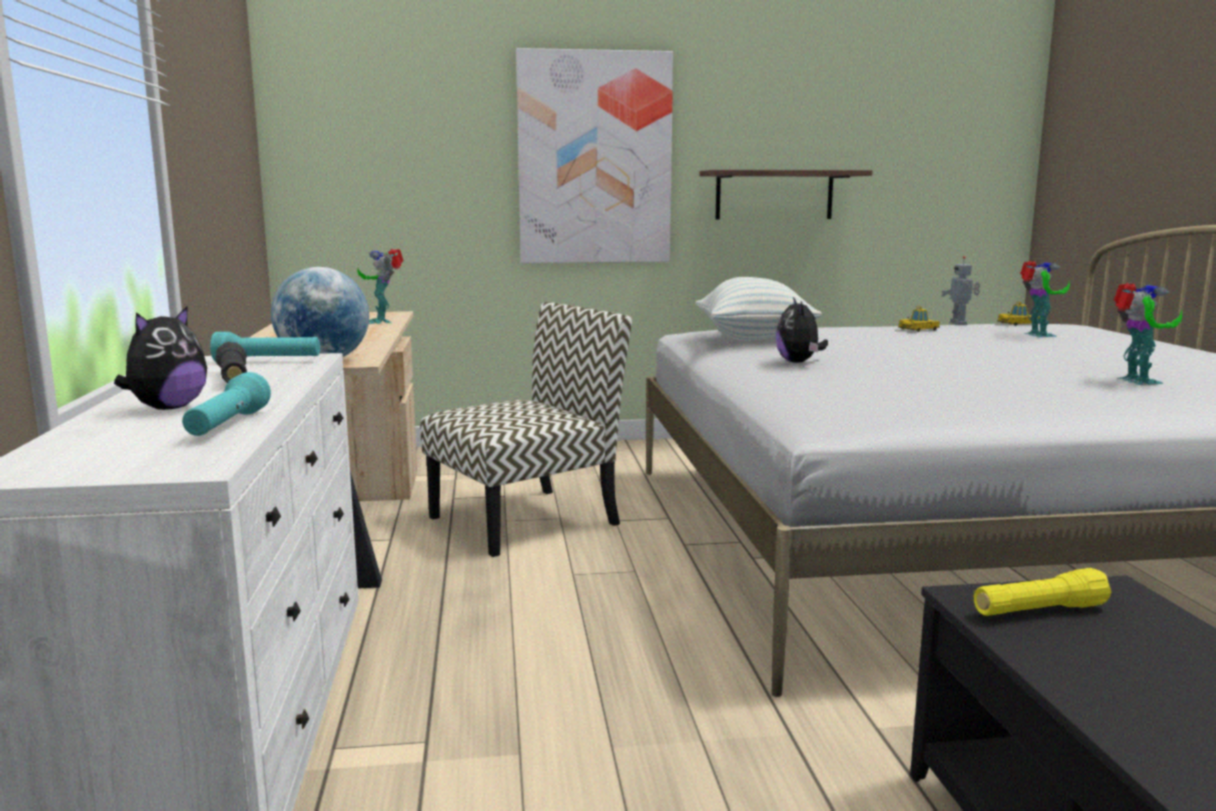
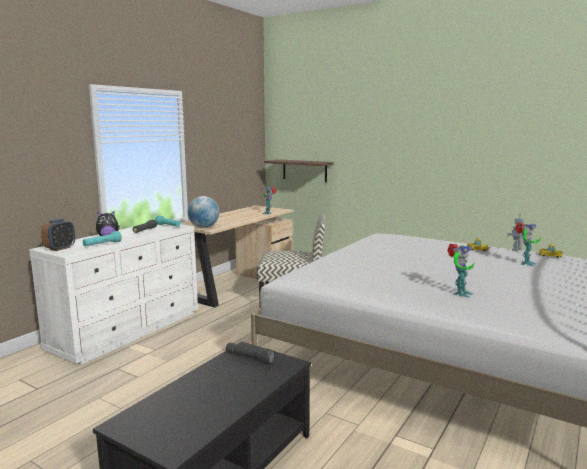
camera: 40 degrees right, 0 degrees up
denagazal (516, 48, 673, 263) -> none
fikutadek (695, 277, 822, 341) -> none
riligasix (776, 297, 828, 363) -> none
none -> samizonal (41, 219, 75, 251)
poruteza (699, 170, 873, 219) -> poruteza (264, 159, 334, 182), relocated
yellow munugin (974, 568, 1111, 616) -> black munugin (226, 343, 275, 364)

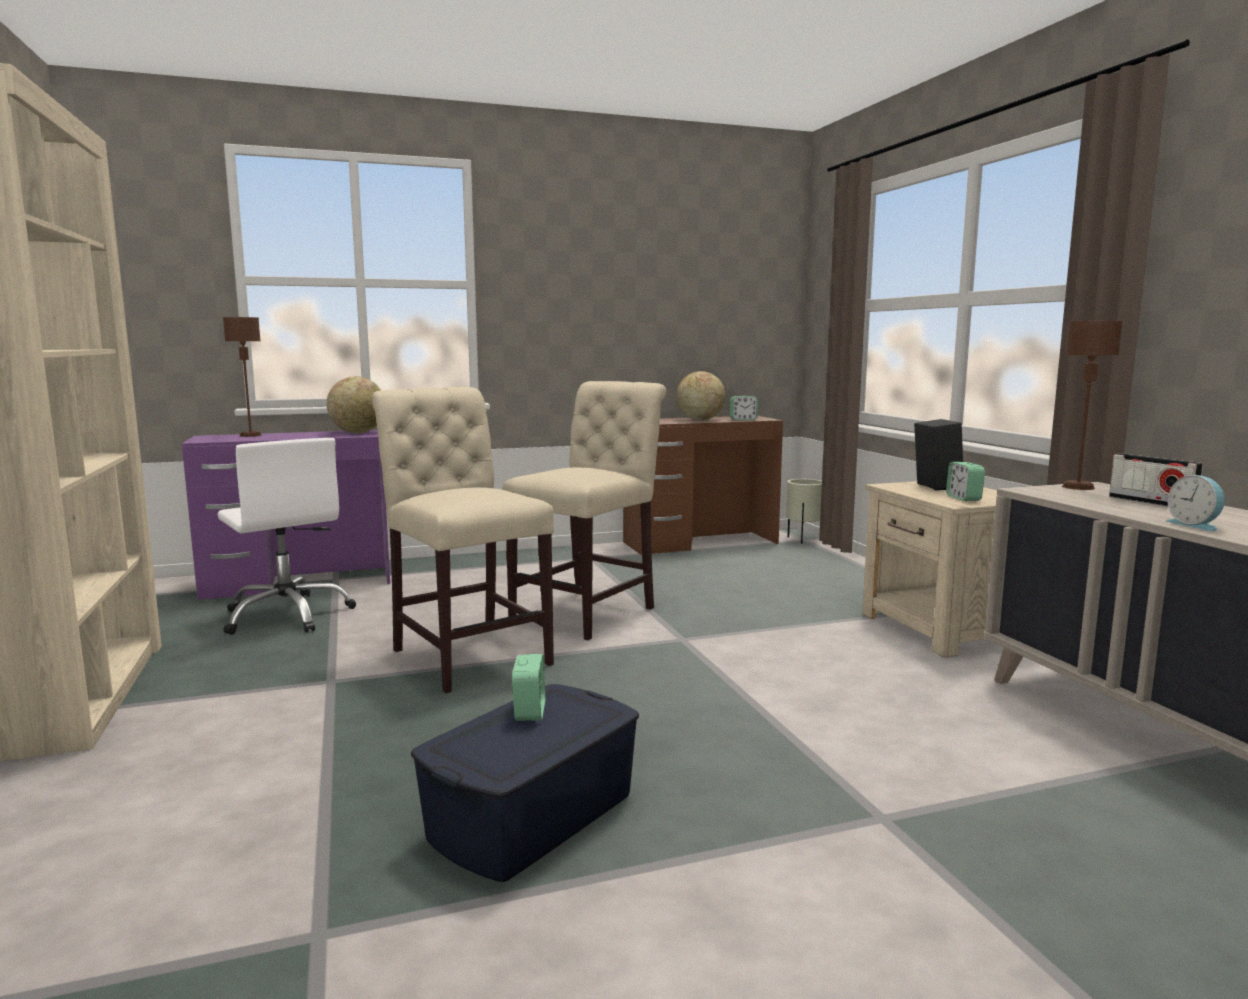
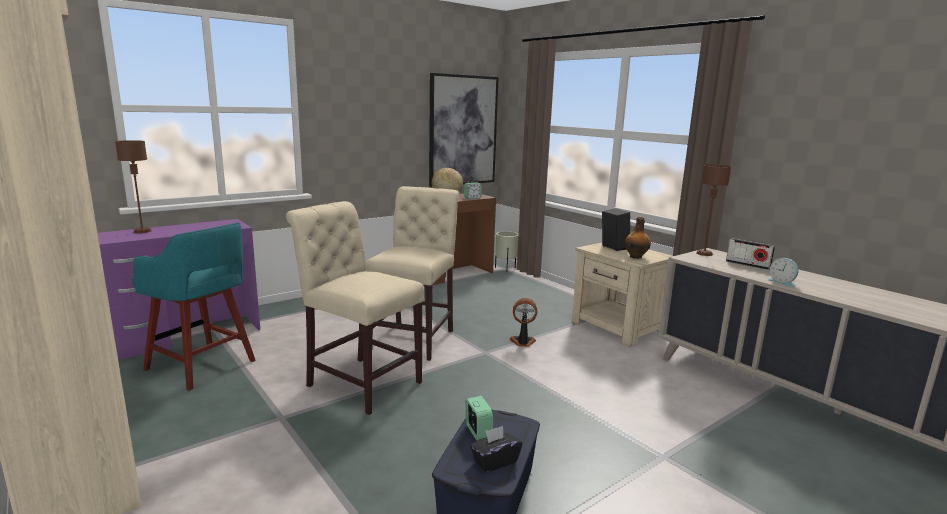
camera: 20 degrees left, 5 degrees up
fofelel (326, 376, 381, 433) -> none
none -> denagazal (429, 73, 499, 187)
none -> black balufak (470, 426, 522, 472)
none -> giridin (510, 298, 537, 347)
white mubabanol (218, 438, 356, 635) -> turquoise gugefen (132, 223, 256, 391)
samizonal (946, 462, 985, 501) -> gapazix (624, 217, 651, 259)

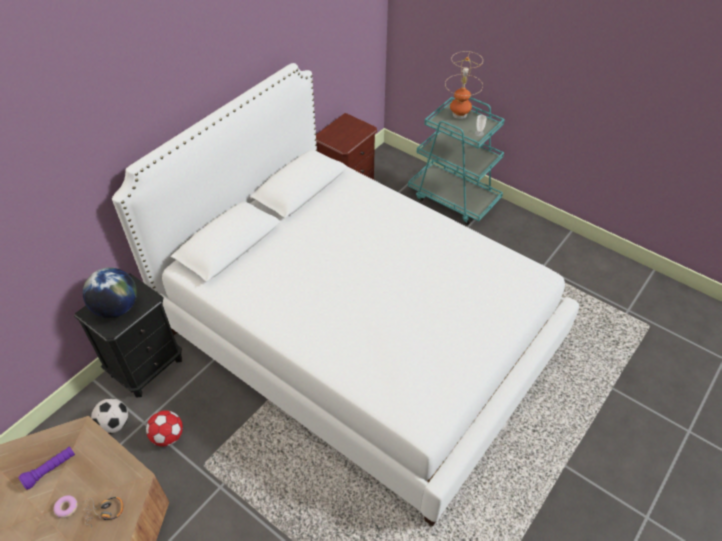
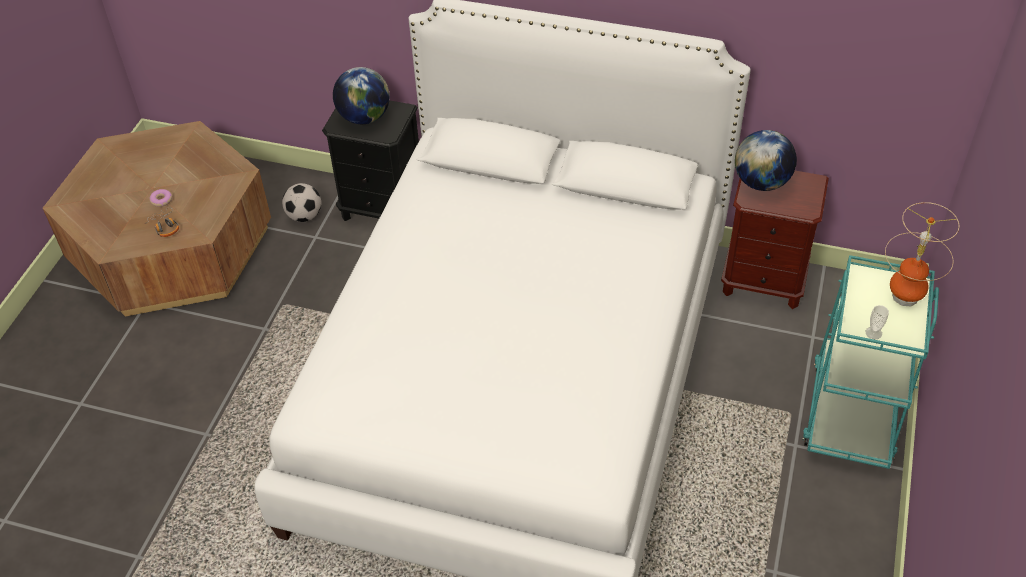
camera: 70 degrees right, 0 degrees up
purple munugin (18, 447, 75, 490) -> none
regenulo (146, 410, 183, 447) -> none
none -> fofelel (735, 130, 797, 191)

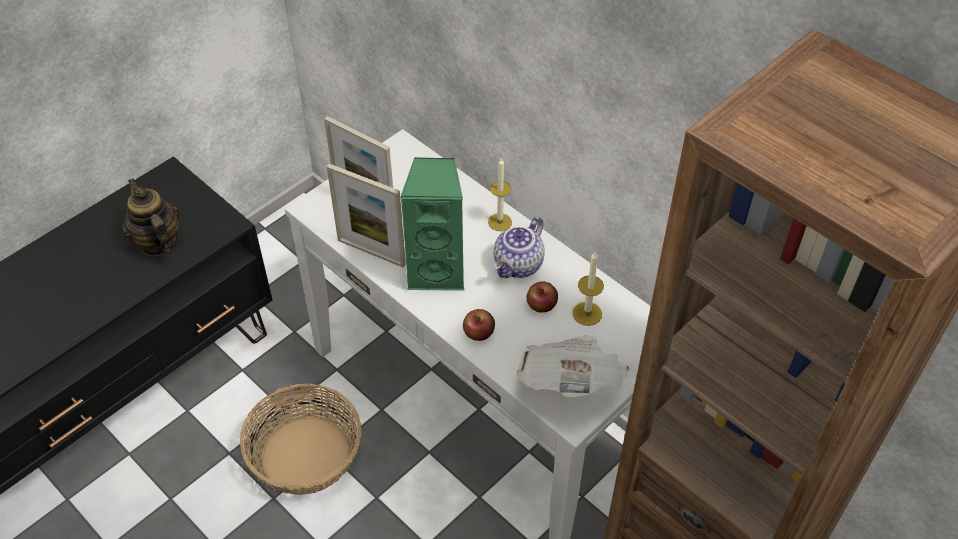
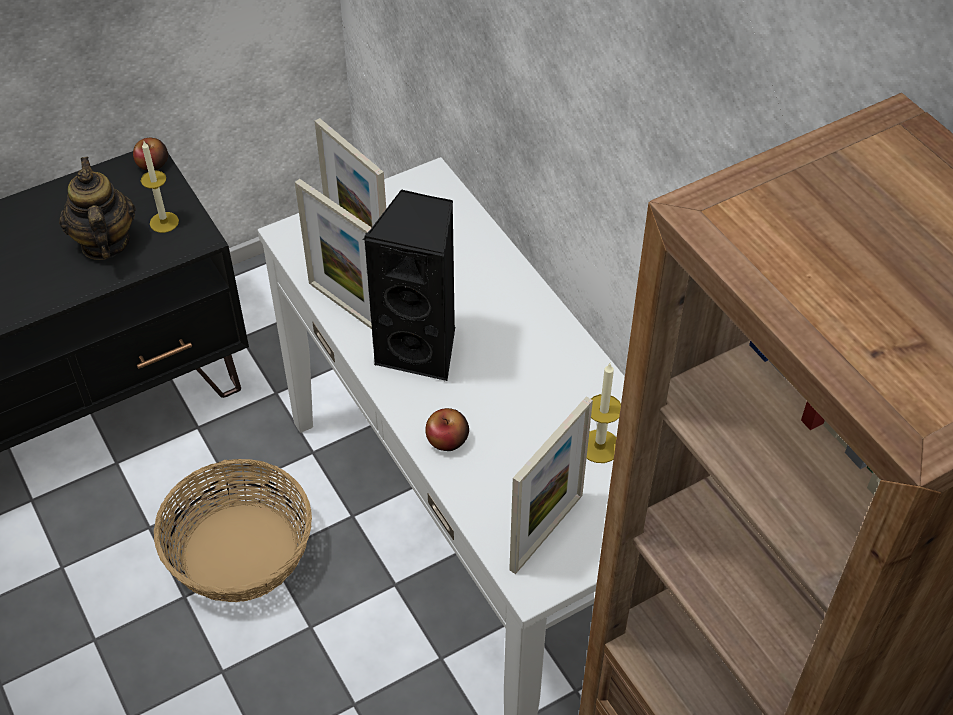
camera: 15 degrees right, 0 degrees up
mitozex (493, 216, 545, 278) -> none
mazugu (488, 158, 512, 231) -> mazugu (141, 141, 179, 233), relocated
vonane (527, 282, 558, 313) -> vonane (133, 138, 168, 171), relocated
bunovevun (516, 335, 630, 398) -> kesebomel (509, 396, 593, 574)
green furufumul (400, 157, 465, 291) -> black furufumul (363, 189, 455, 381)

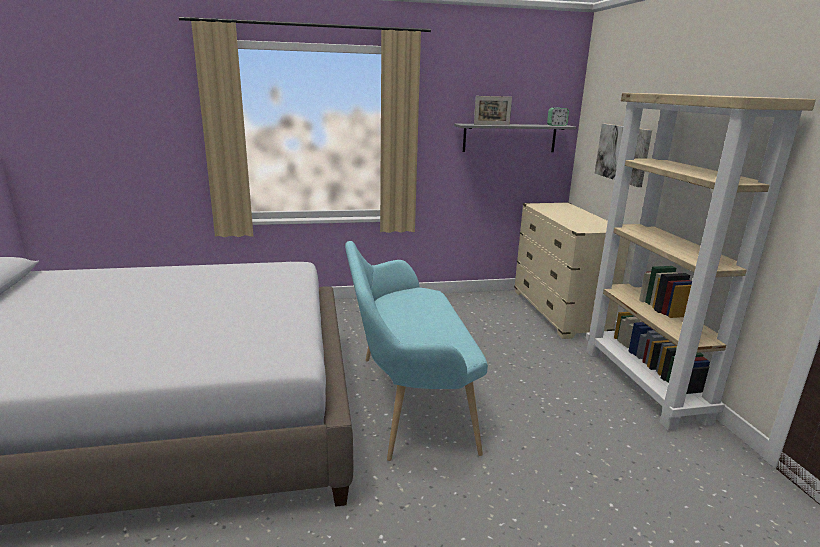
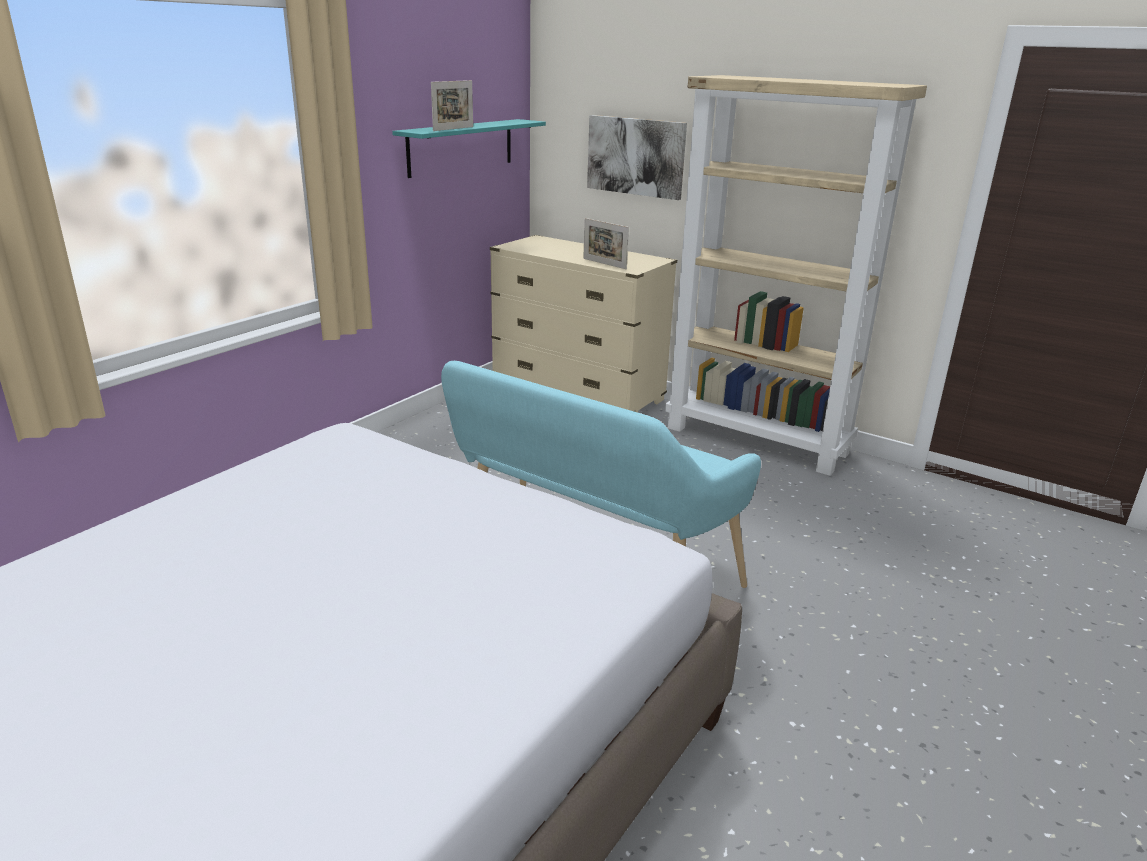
camera: 45 degrees left, 5 degrees up
samizonal (547, 108, 569, 126) -> none
none -> kesebomel (583, 218, 629, 269)
grey poruteza (454, 124, 577, 152) -> turquoise poruteza (392, 119, 546, 178)

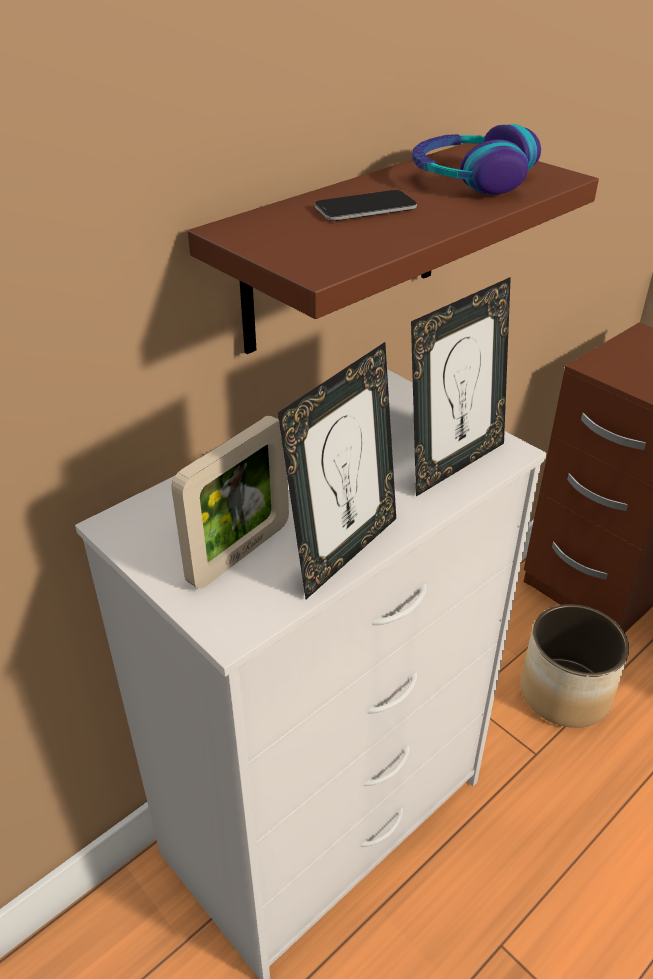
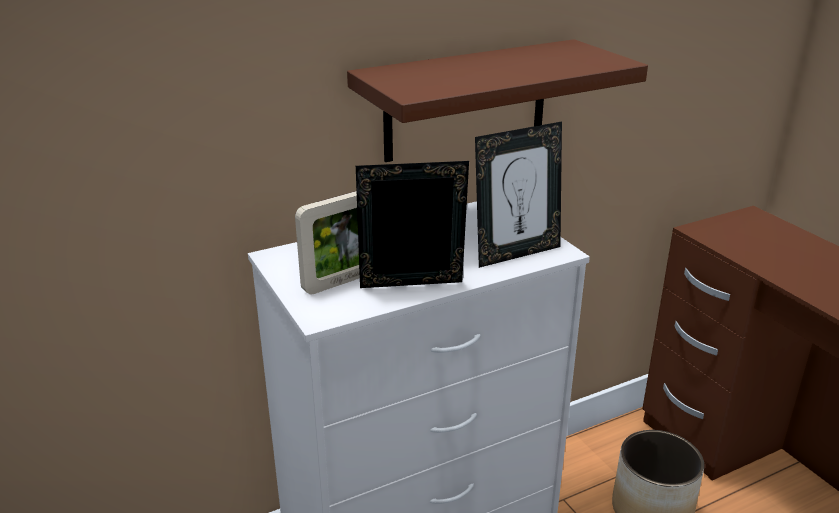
camera: 15 degrees right, 10 degrees down
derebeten (314, 190, 417, 221) -> none
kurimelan (412, 124, 541, 195) -> none
kesebomel (278, 342, 396, 599) -> kesebomel (356, 161, 469, 288), 150 degrees counterclockwise

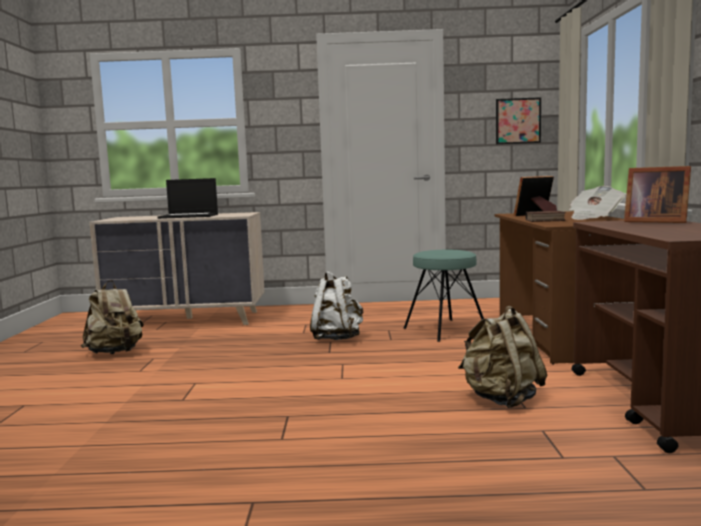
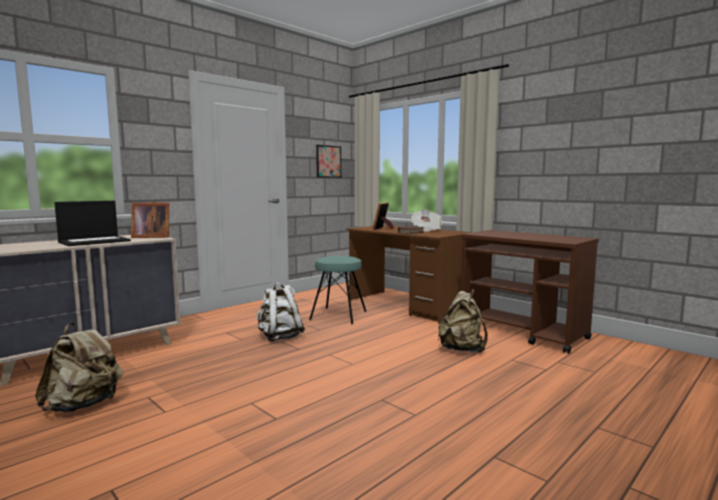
camera: 45 degrees left, 0 degrees up
kesebomel (624, 166, 691, 223) -> kesebomel (131, 203, 169, 238), relocated

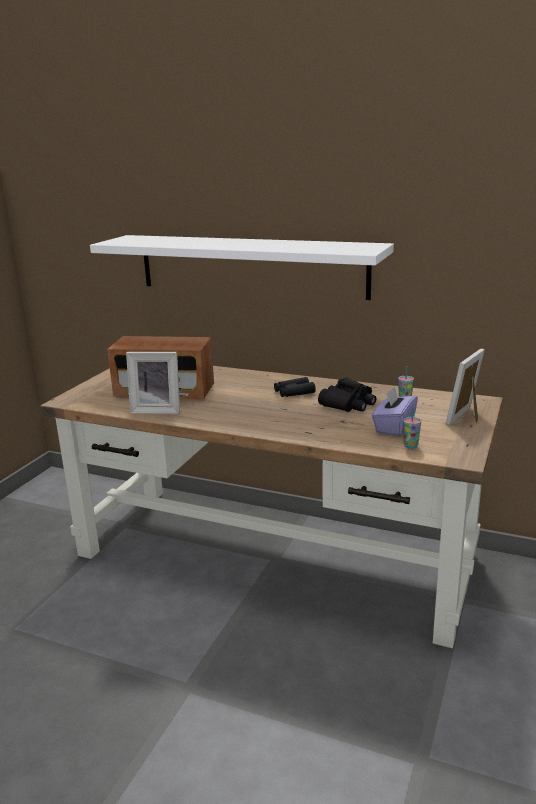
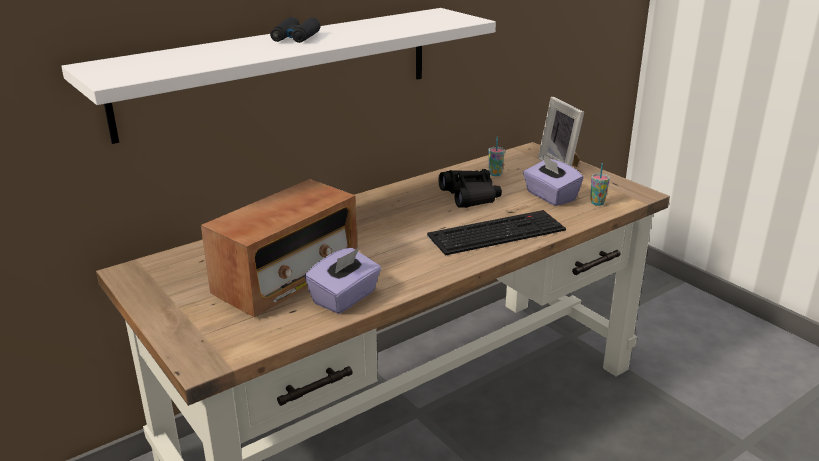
camera: 60 degrees left, 5 degrees up
none -> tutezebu (427, 210, 566, 256)
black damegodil (274, 377, 316, 397) -> black damegodil (270, 17, 321, 43), relocated
kesebomel (126, 352, 180, 414) -> purple balufak (305, 248, 381, 314)

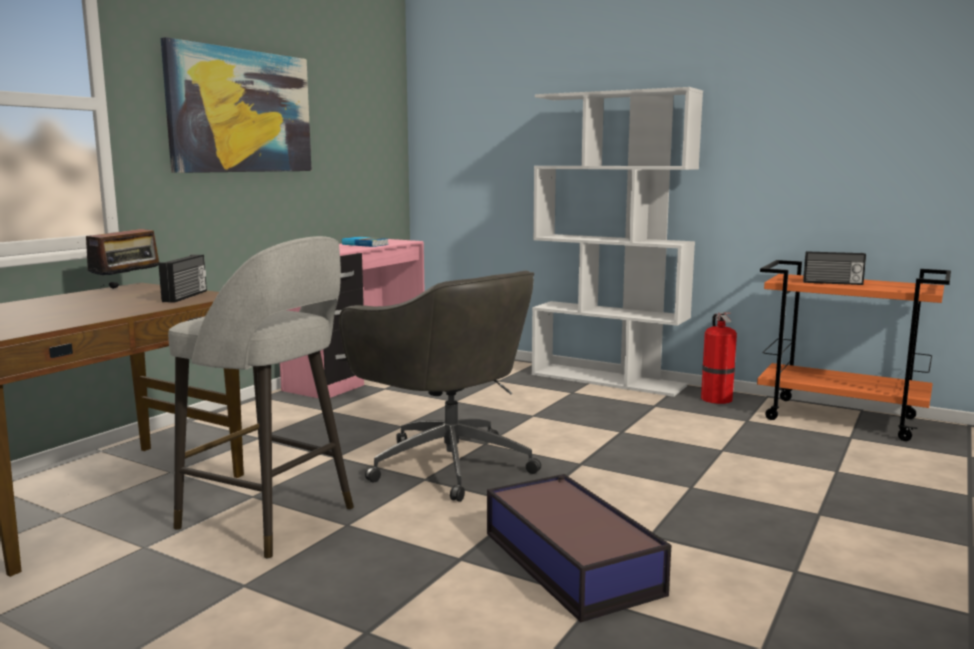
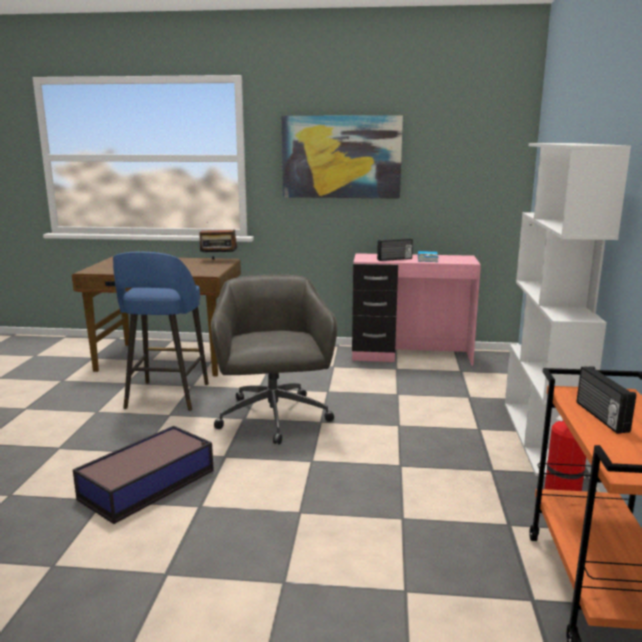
camera: 65 degrees right, 5 degrees up
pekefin (159, 255, 207, 303) -> pekefin (377, 238, 413, 261), relocated
grey gugefen (168, 236, 354, 559) -> blue gugefen (113, 252, 209, 411)
grey mubabanol (339, 271, 541, 502) -> grey mubabanol (211, 274, 337, 444), 150 degrees clockwise

